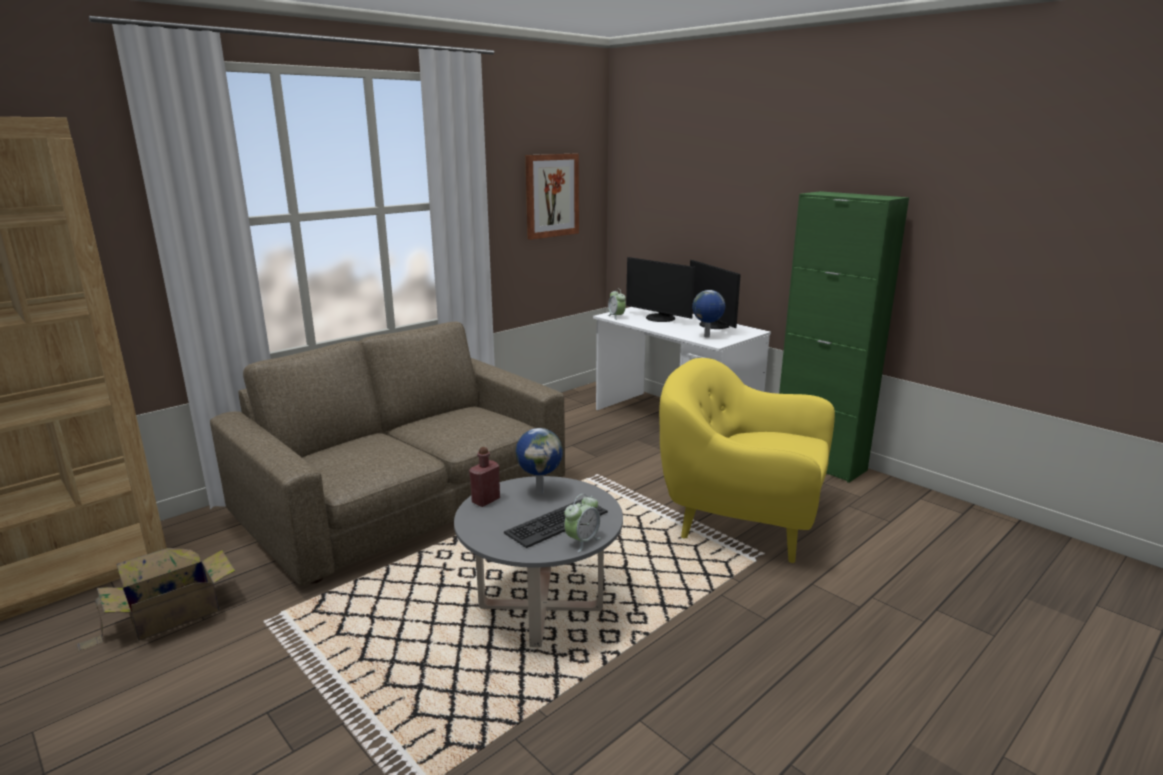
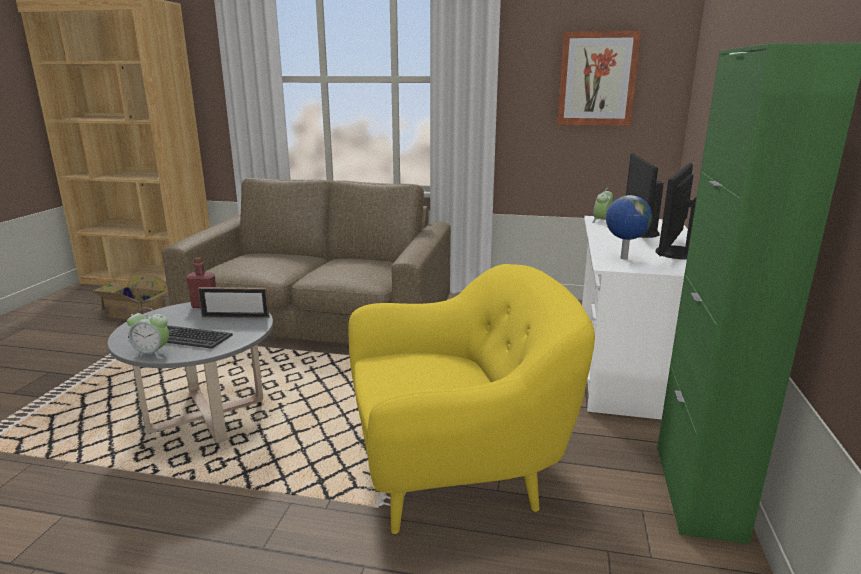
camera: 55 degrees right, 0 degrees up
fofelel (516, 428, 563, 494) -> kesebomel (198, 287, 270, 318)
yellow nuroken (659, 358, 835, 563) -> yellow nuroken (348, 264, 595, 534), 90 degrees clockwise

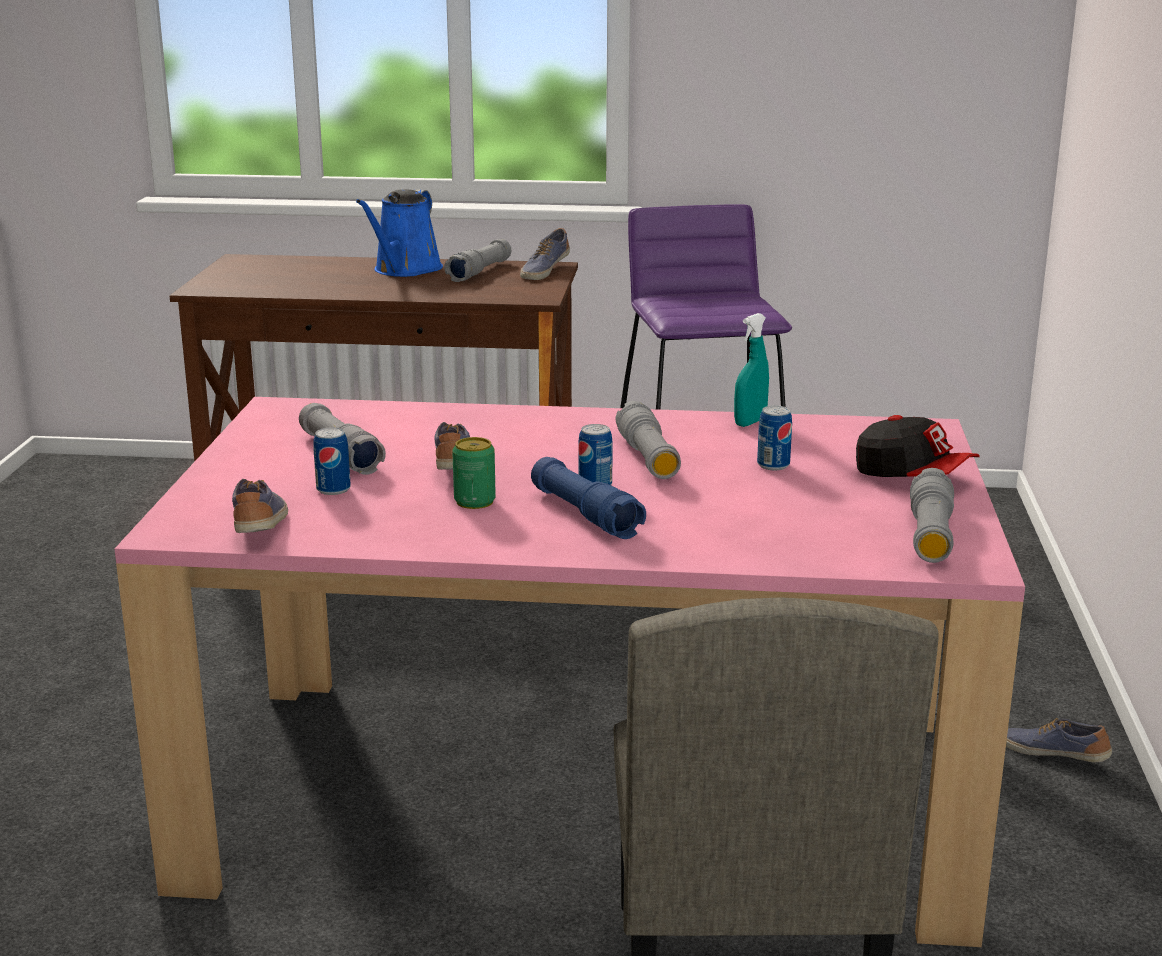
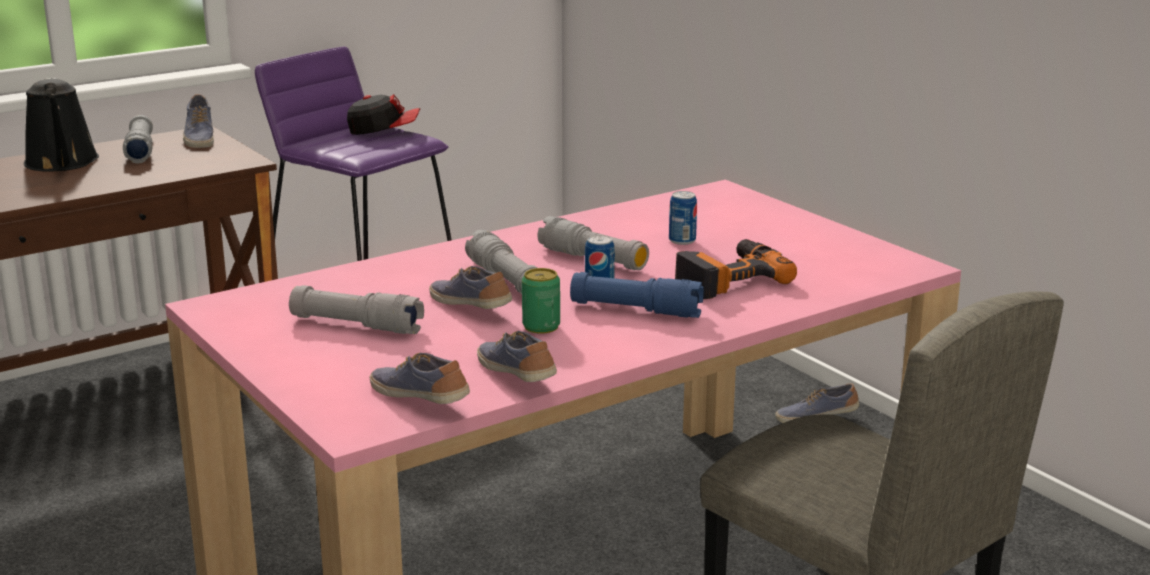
camera: 40 degrees left, 0 degrees up
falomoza (313, 427, 351, 495) -> none
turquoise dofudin (734, 313, 769, 427) -> none
none -> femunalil (477, 331, 557, 382)
none -> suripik (675, 239, 797, 299)
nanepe (856, 415, 980, 477) -> nanepe (347, 94, 420, 135), relocated
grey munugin (910, 468, 954, 563) -> grey munugin (465, 230, 537, 294), relocated
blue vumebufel (356, 189, 443, 277) -> black vumebufel (24, 78, 99, 171)

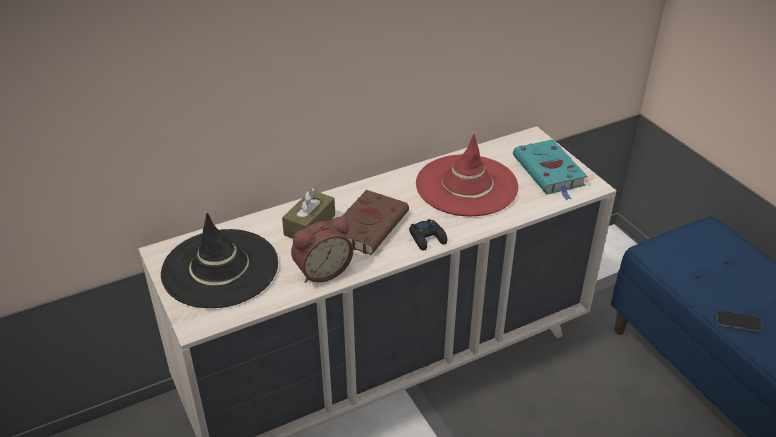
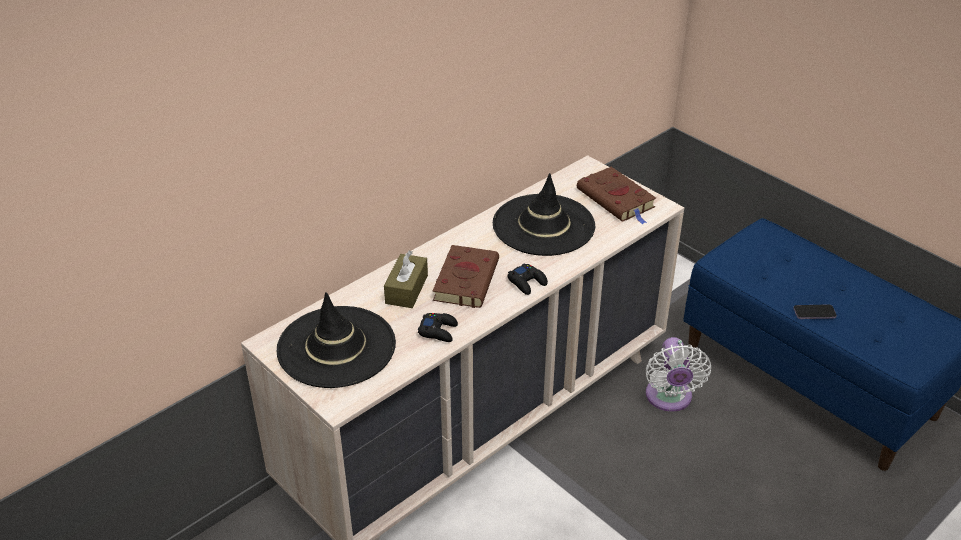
camera: 15 degrees left, 0 degrees up
none -> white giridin (646, 337, 711, 412)
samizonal (291, 217, 353, 283) -> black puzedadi (418, 313, 458, 342)
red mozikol (416, 134, 518, 216) -> black mozikol (493, 173, 596, 256)
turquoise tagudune (513, 139, 587, 200) -> brown tagudune (577, 167, 656, 224)

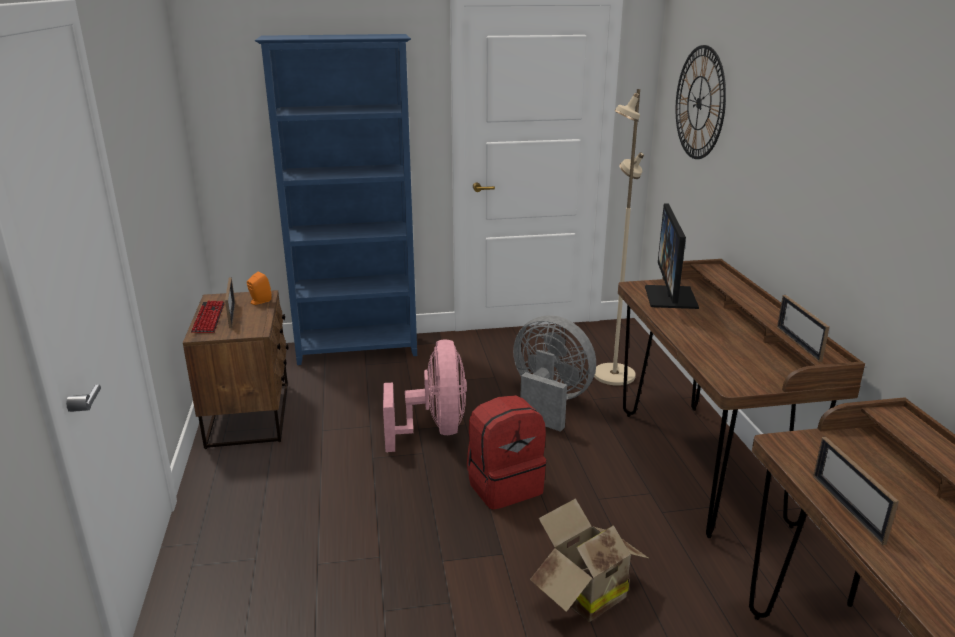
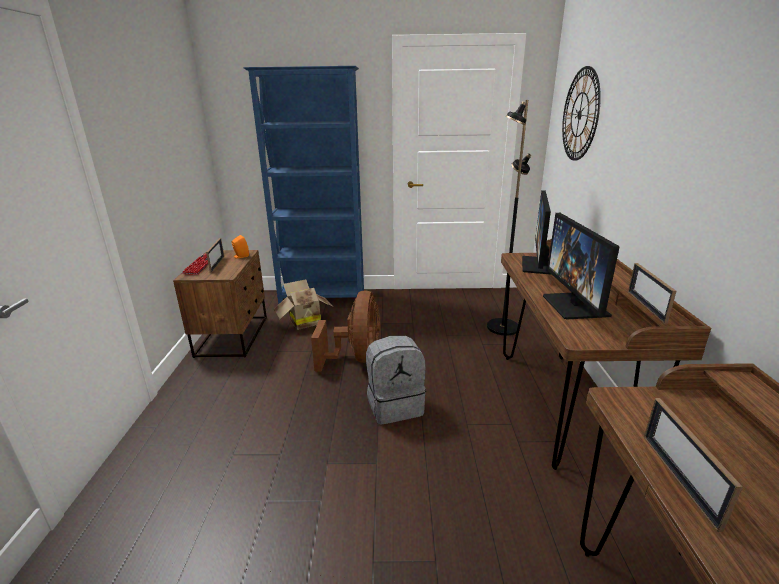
camera: 10 degrees right, 0 degrees up
grey giridin (513, 315, 596, 432) -> none
none -> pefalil (543, 213, 620, 319)
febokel (530, 498, 648, 622) -> febokel (273, 279, 332, 330), relocated
pink giridin (383, 339, 467, 452) -> brown giridin (311, 291, 380, 372)
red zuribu (467, 395, 546, 510) -> grey zuribu (366, 336, 426, 425)
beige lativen (594, 89, 644, 386) -> black lativen (487, 100, 531, 336)

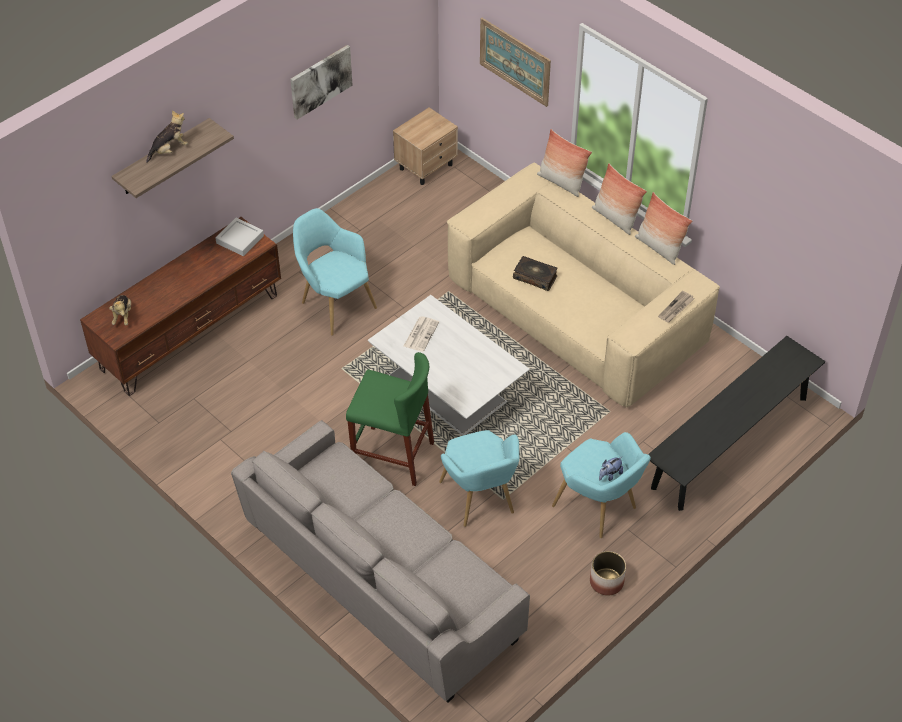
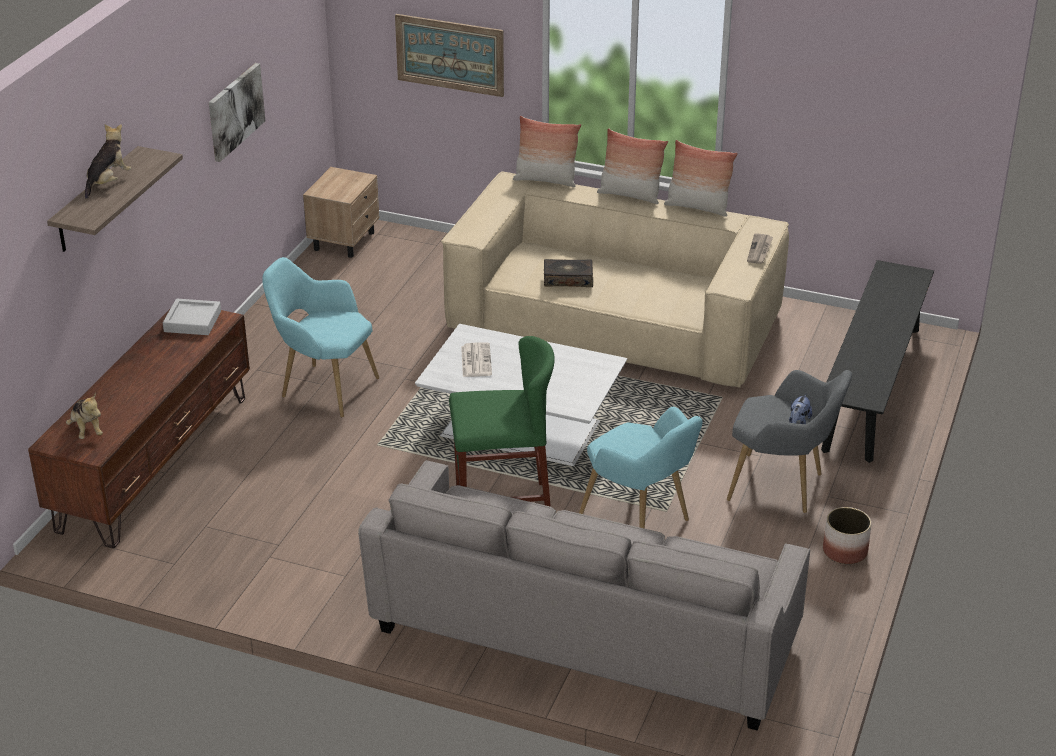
camera: 25 degrees left, 15 degrees down
turquoise nuroken (552, 432, 651, 538) -> grey nuroken (727, 370, 852, 513)

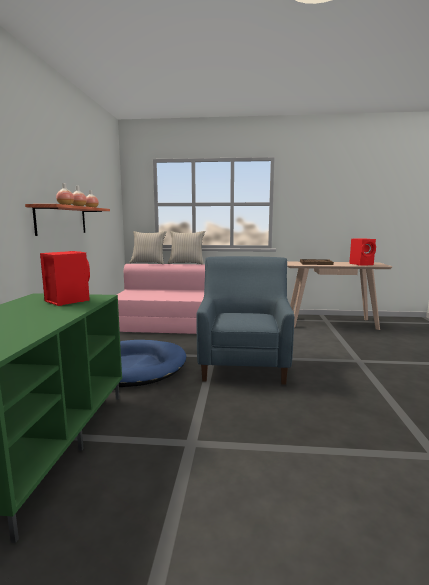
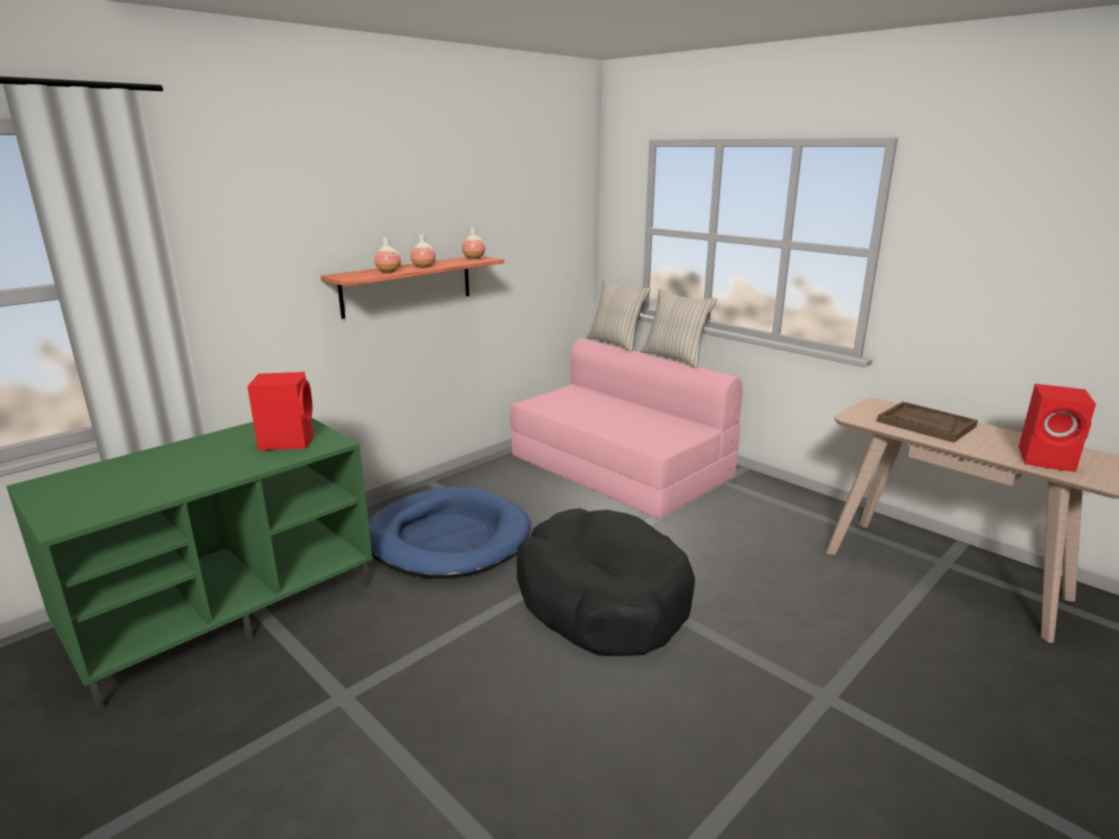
camera: 40 degrees right, 10 degrees up
blue nuroken (196, 256, 294, 385) -> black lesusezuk (517, 508, 695, 656)

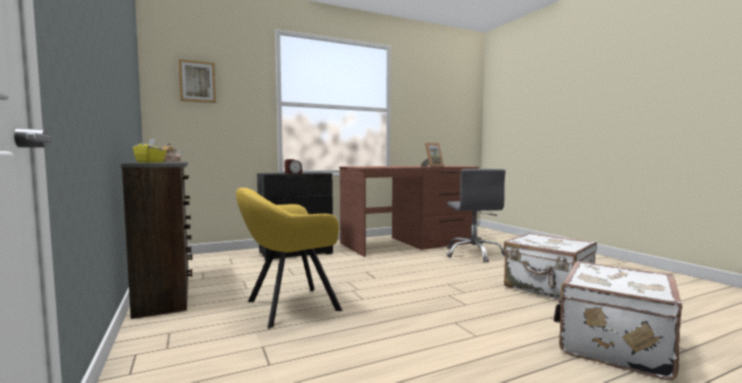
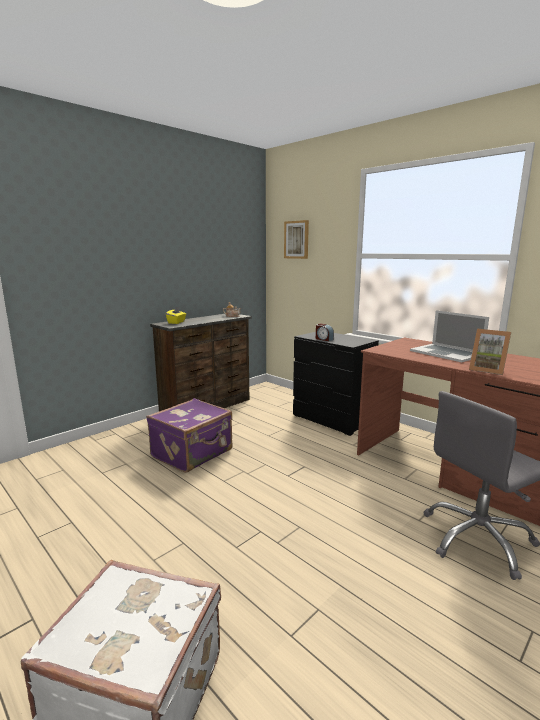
camera: 70 degrees right, 10 degrees up
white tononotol (503, 233, 597, 300) -> none
none -> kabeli (410, 310, 489, 362)
yellow nuroken (236, 188, 342, 329) -> purple tononotol (146, 398, 233, 473)

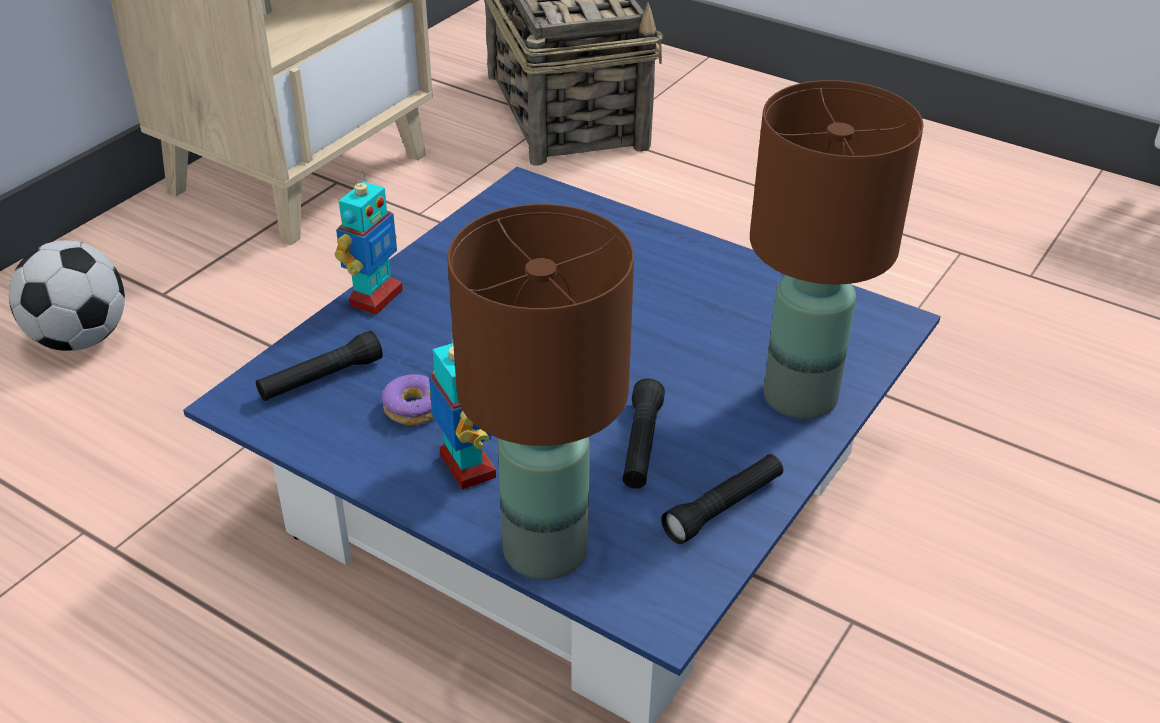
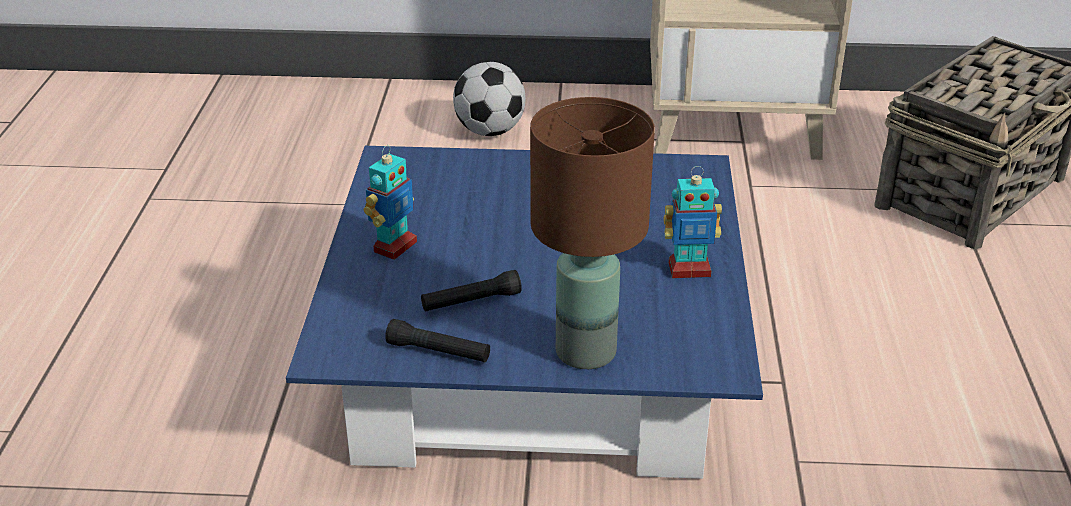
camera: 60 degrees right, 5 degrees down
black munugin (256, 331, 383, 401) -> none
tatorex (382, 374, 434, 426) -> none
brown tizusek (447, 204, 634, 580) -> none
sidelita (335, 171, 403, 315) -> sidelita (664, 166, 722, 278), relocated

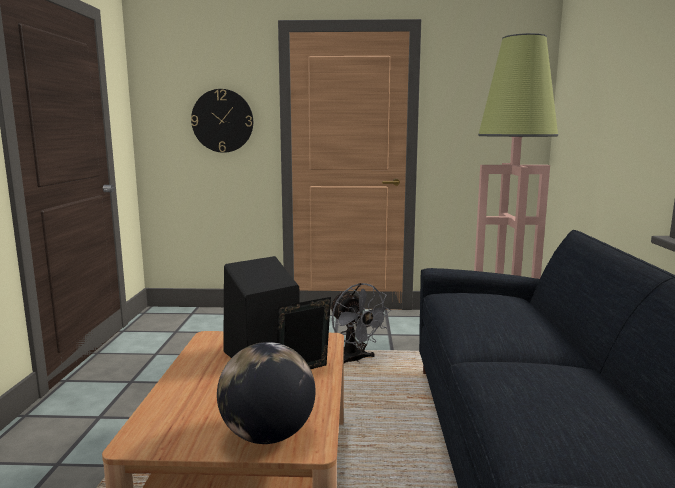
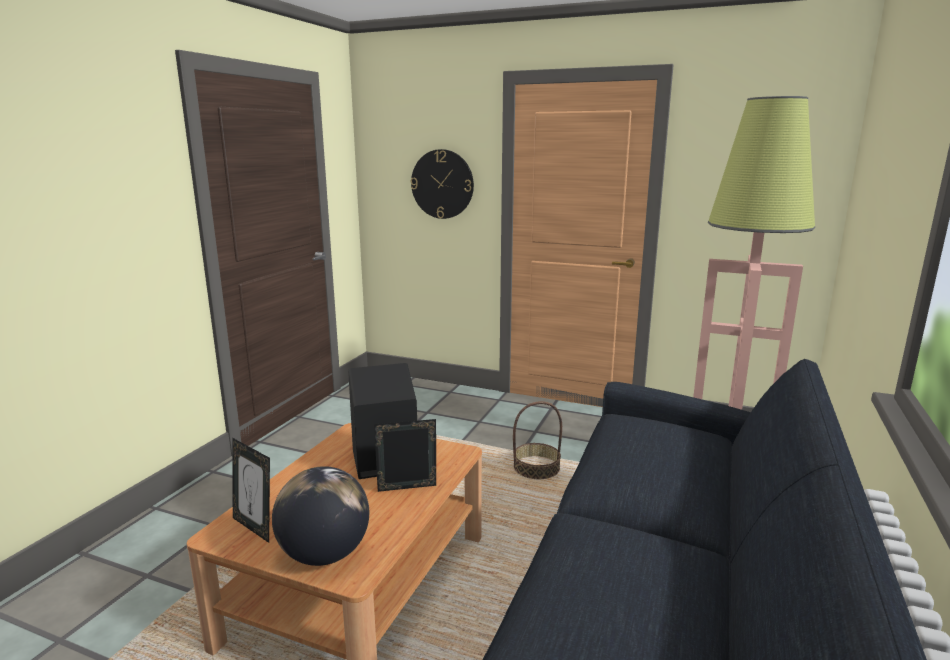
camera: 20 degrees right, 5 degrees up
none -> kesebomel (232, 438, 270, 543)
grey giridin (330, 283, 391, 363) -> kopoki (513, 401, 562, 479)

